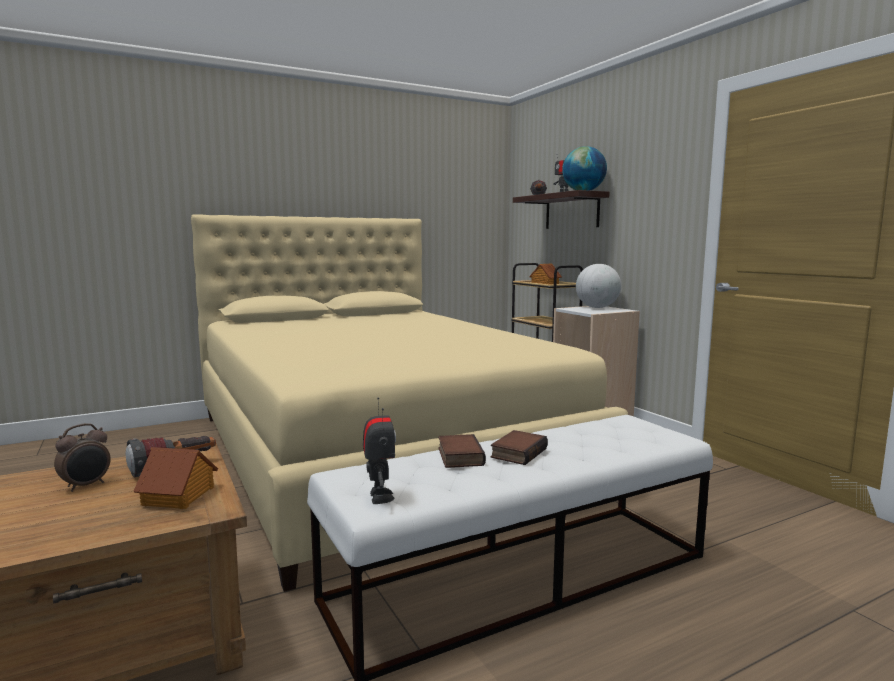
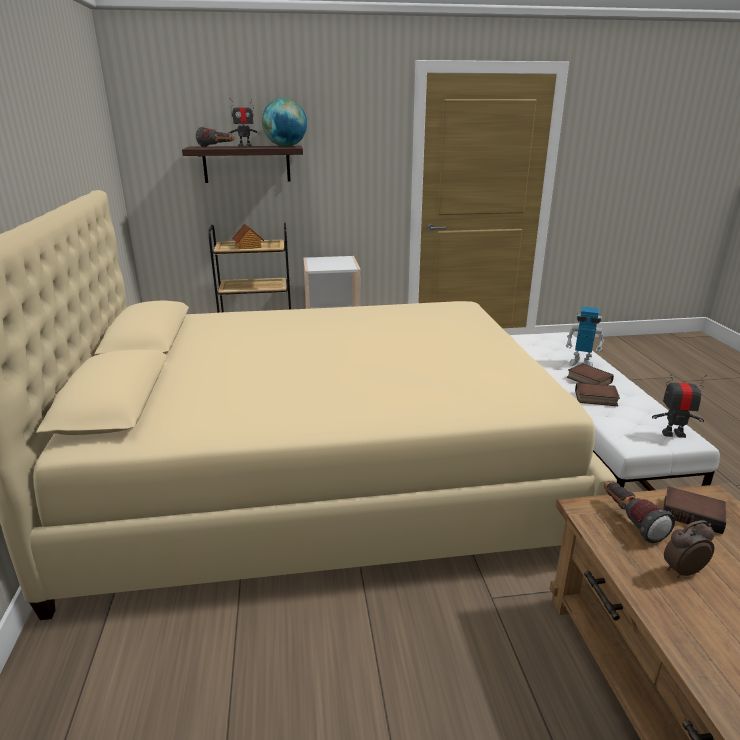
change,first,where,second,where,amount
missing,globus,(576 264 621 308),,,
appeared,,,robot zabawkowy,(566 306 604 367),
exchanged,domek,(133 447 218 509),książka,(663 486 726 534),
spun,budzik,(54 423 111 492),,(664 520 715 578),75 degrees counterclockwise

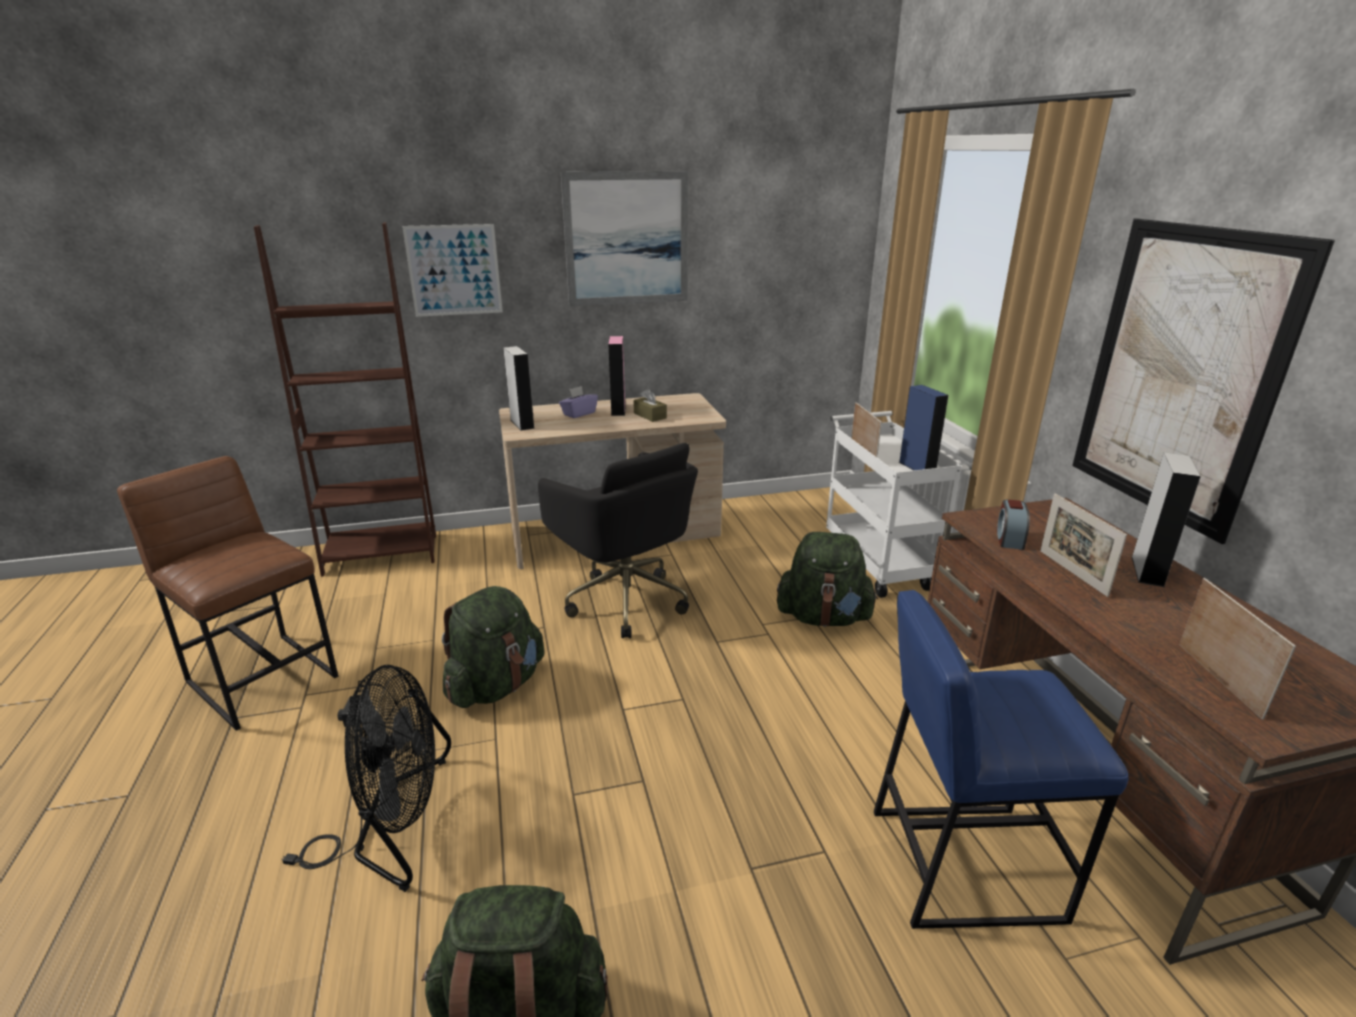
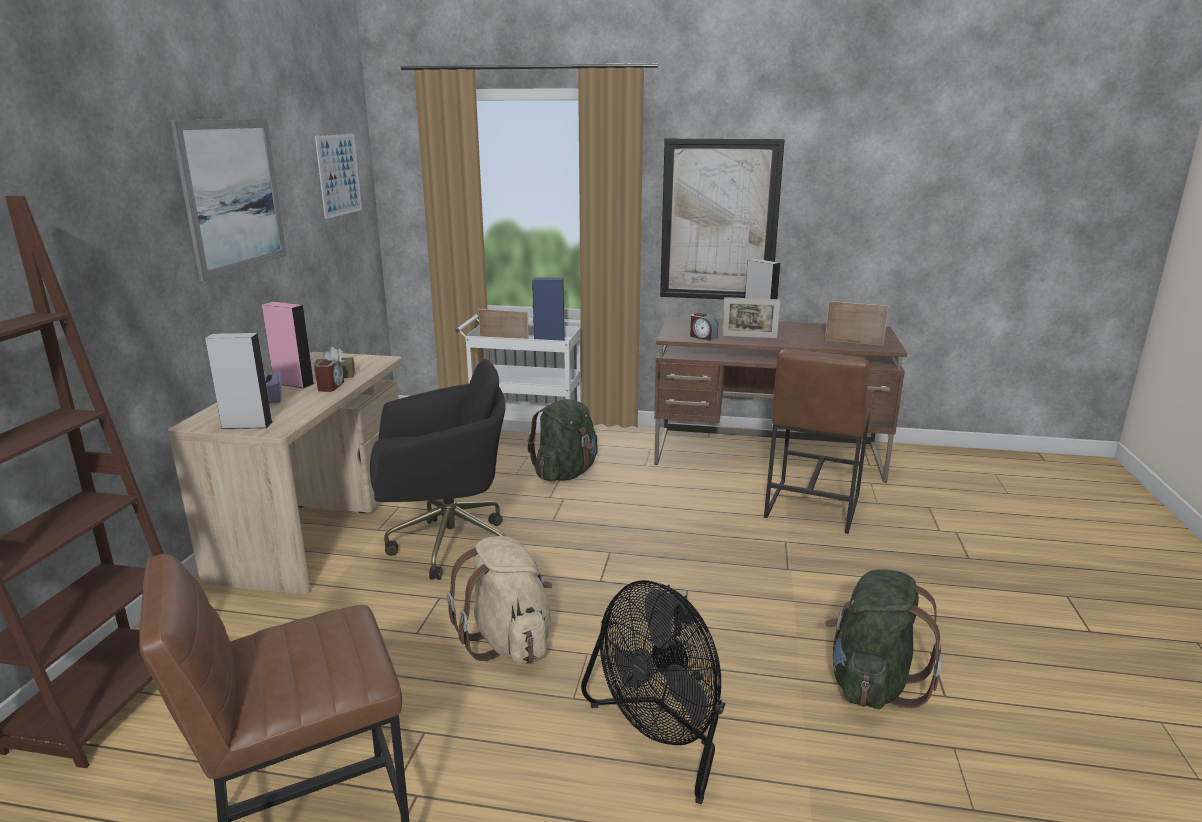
change,first,where,second,where,amount
appeared,,,budzik,(315 360 344 392),
relocated,obraz,(402 224 503 317),,(315 134 362 219),
colour,plecak [zielony],(442 586 544 708),plecak [beżowy],(447 536 552 664),
colour,krzesło [niebieski],(874 590 1128 929),krzesło [brązowy],(764 349 874 534),
spun,wentylator [czarny],(281 665 451 892),,(581 580 725 804),150 degrees counterclockwise

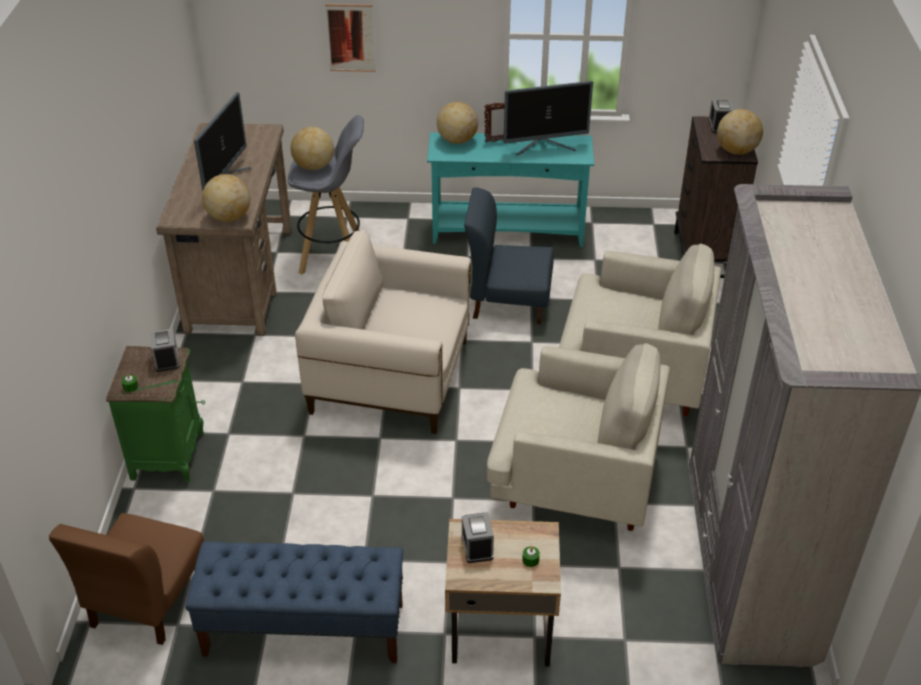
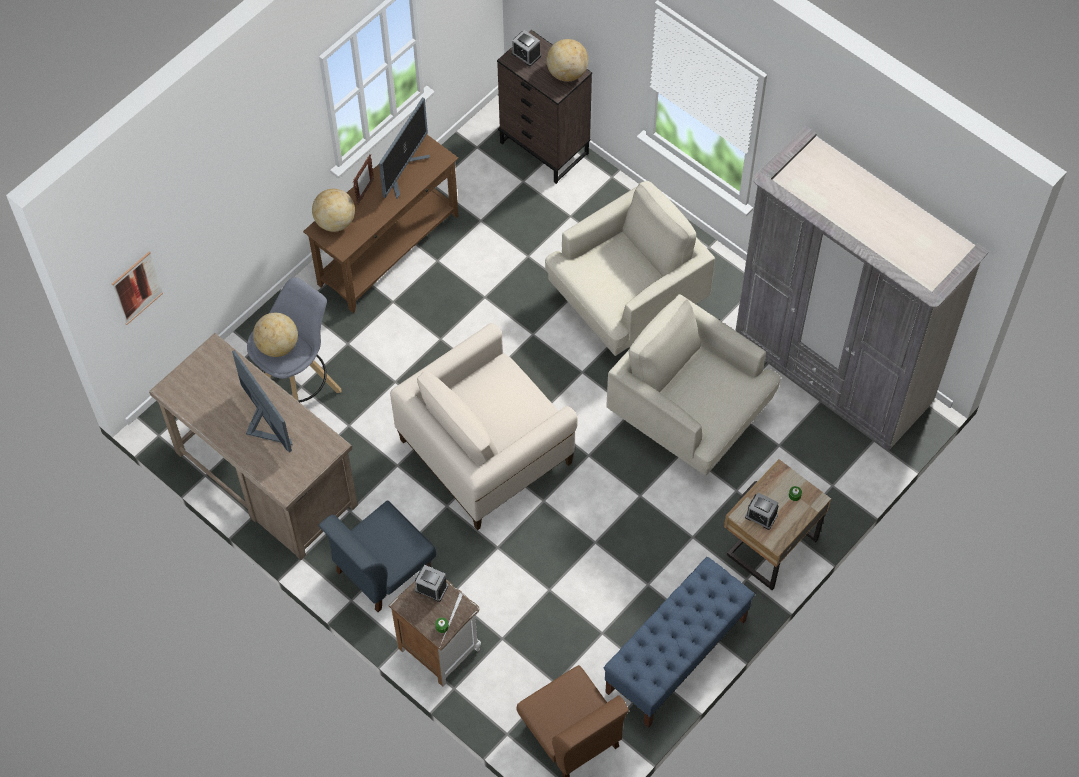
change,first,where,second,where,amount
missing,globus,(202 174 250 222),,,
relocated,obraz,(325 4 376 72),,(112 251 163 325),
relocated,krzesło [niebieski],(464 187 554 324),,(319 501 436 612),
colour,szafka nocna [zielony],(106 346 205 482),szafka nocna [biały],(388 567 481 687),
colour,stolik konsolowy [turkusowy],(427 132 594 247),stolik konsolowy [brązowy],(303 135 459 313),
spun,fotel [beżowy],(487 343 670 531),,(606 294 781 476),105 degrees counterclockwise

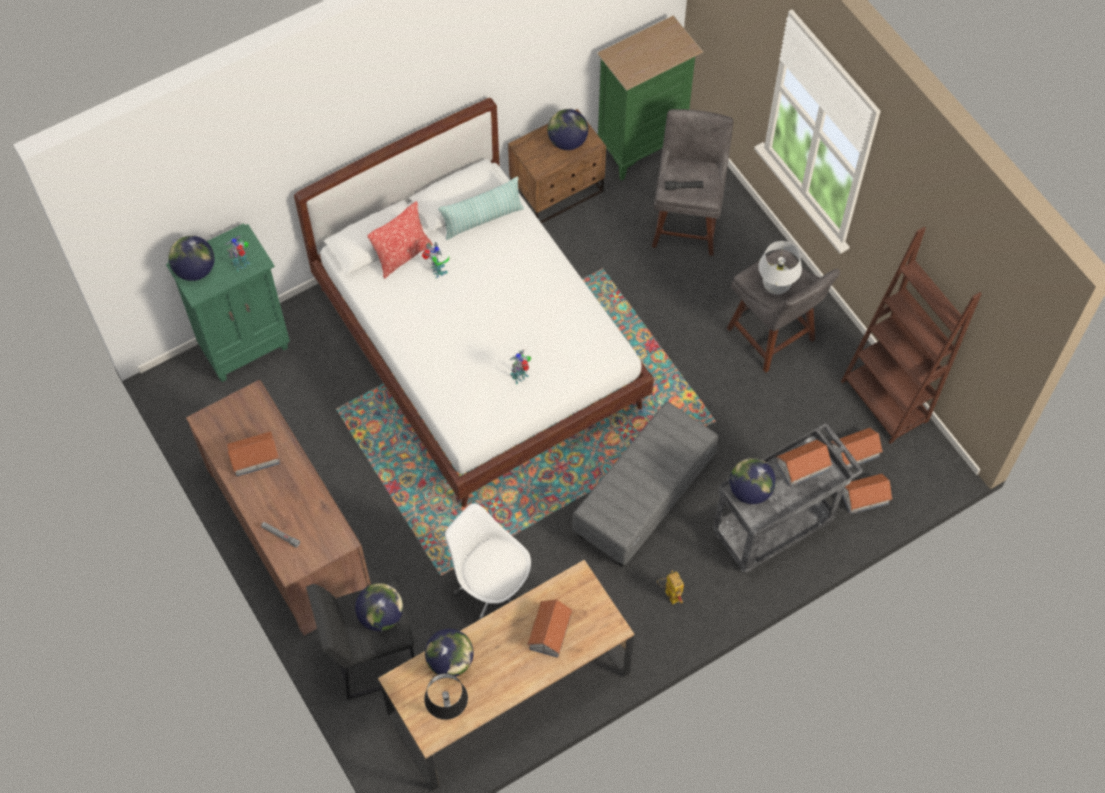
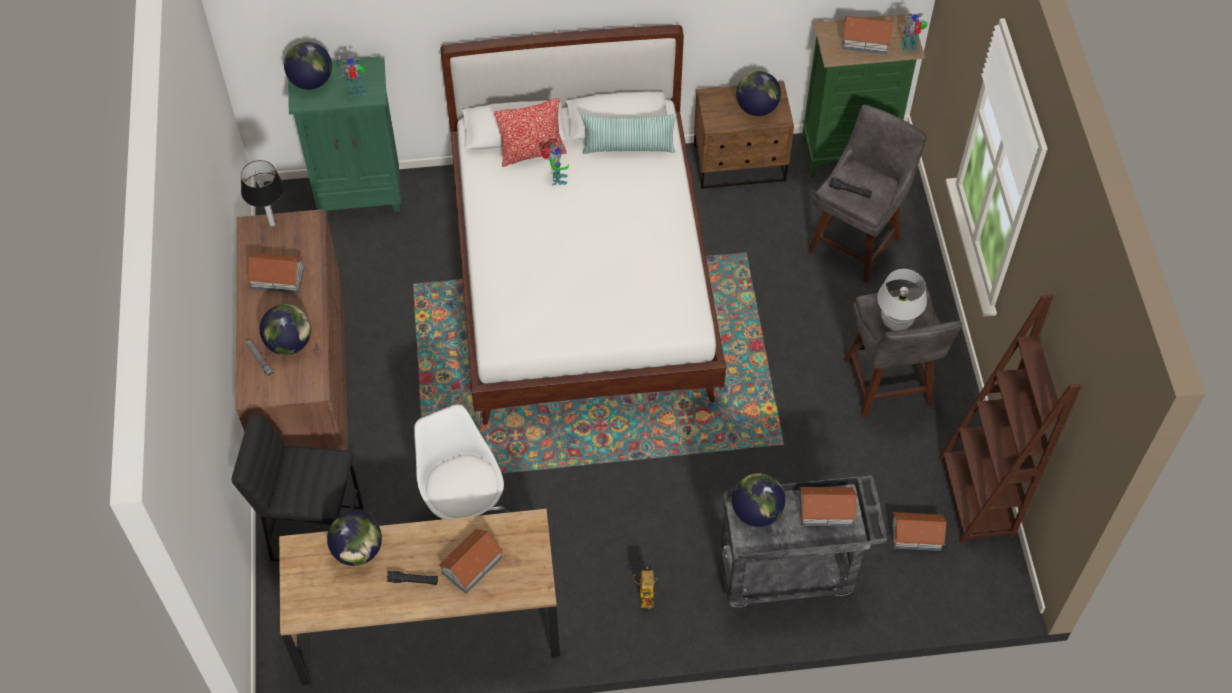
change,first,where,second,where,amount
missing,pufa [szary],(573 402 718 567),,,
appeared,,,latarka [czarny],(387 571 438 585),
relocated,globus,(355 583 403 631),,(259 304 311 355),
relocated,lampa stołowa,(424 673 468 720),,(241 160 284 227),
relocated,robot zabawkowy,(509 350 532 384),,(900 13 928 53),
relocated,domek,(842 474 893 514),,(842 16 893 54),

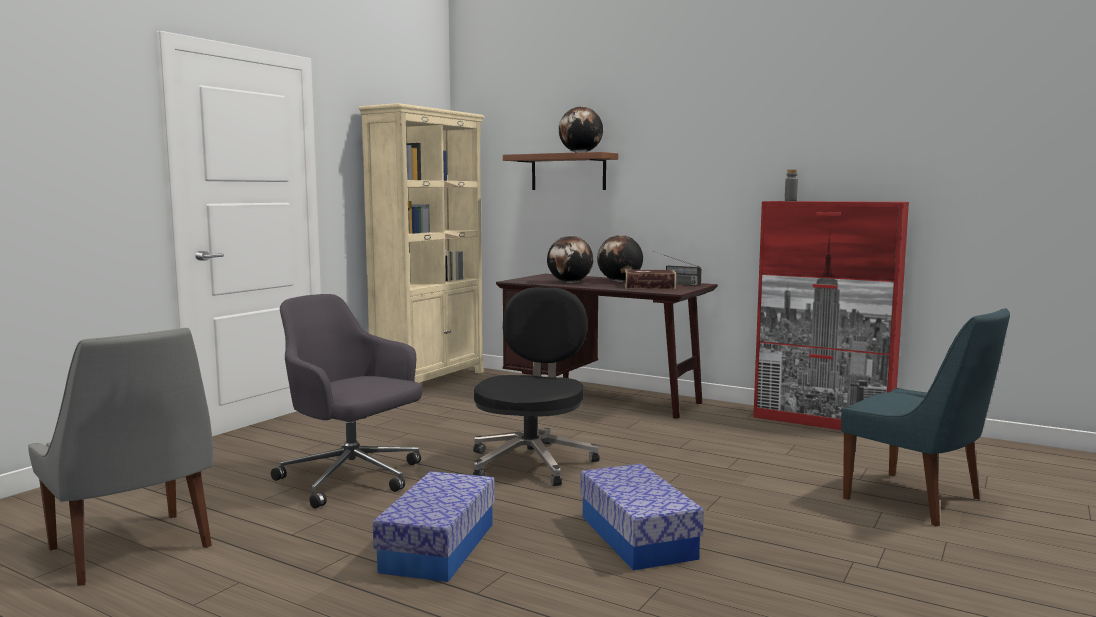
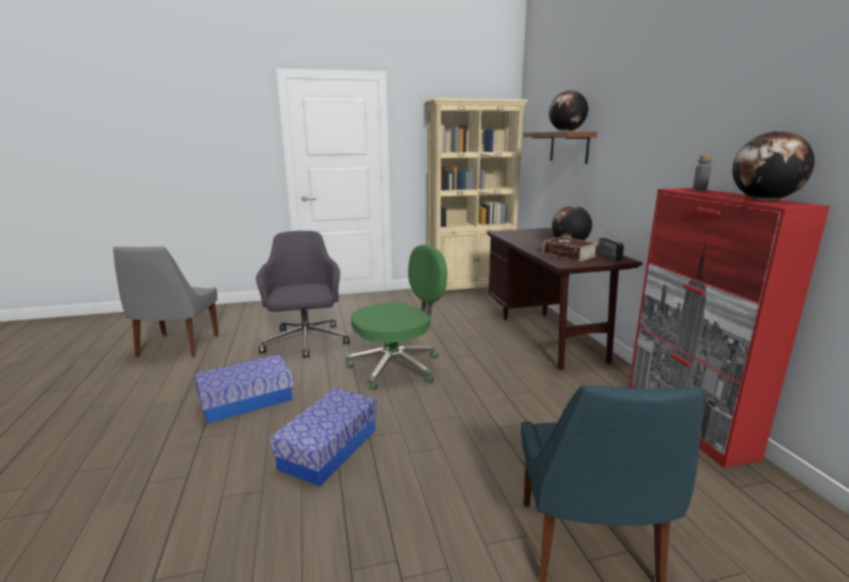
change,first,where,second,where,amount
relocated,globus,(547 236 593 283),,(732 131 815 200),
colour,krzesło biurowe [czarny],(473 287 600 486),krzesło biurowe [zielony],(346 245 447 390),

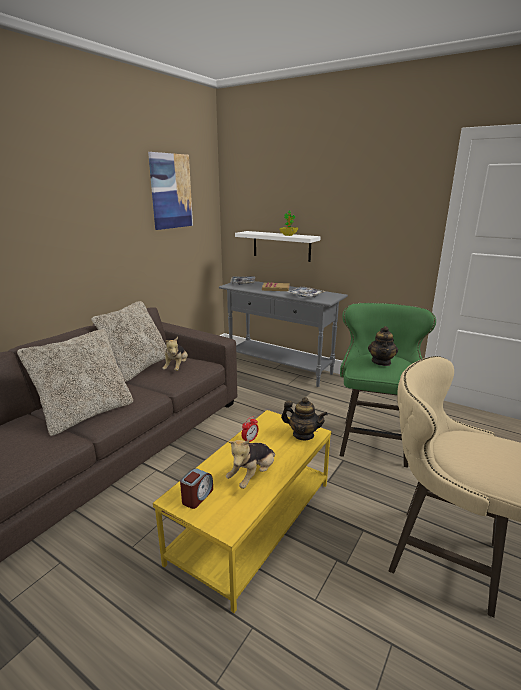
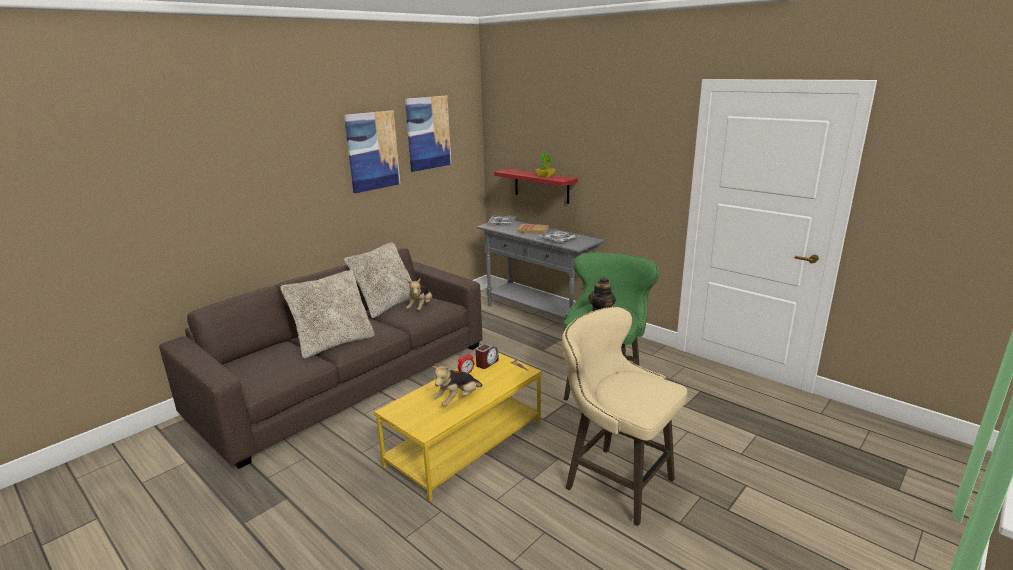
change,first,where,second,where,amount
missing,imbryk,(281 397 328 440),,,
appeared,,,obraz,(344 110 400 193),
relocated,budzik,(180 468 213 509),,(476 344 499 369),
colour,półka [biały],(235 231 321 262),półka [czerwony],(494 169 578 204),

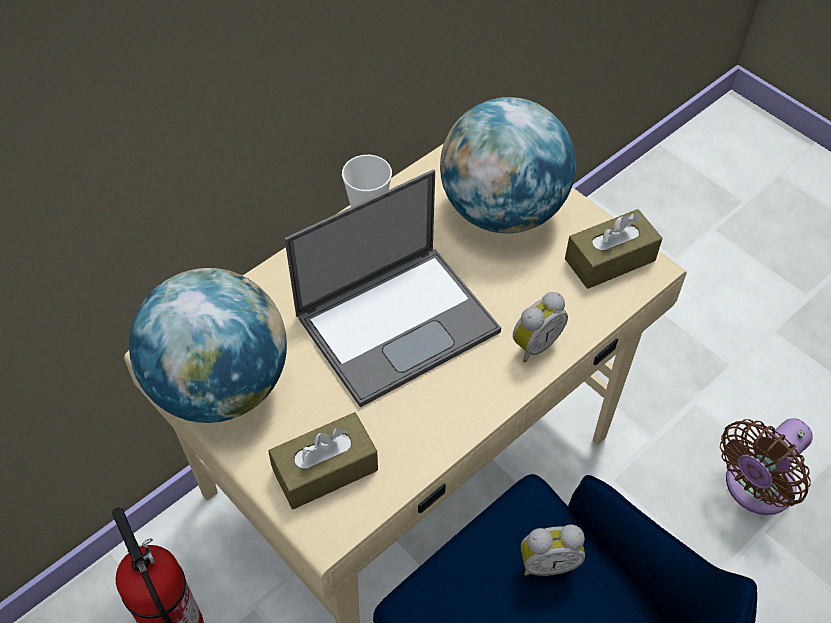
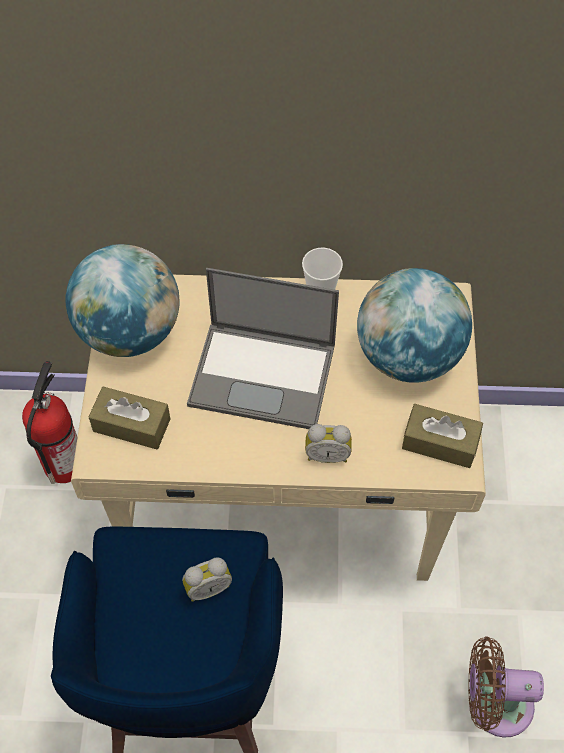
change,first,where,second,where,amount
spun,budzik,(521 524 585 576),,(182 557 232 602),60 degrees counterclockwise

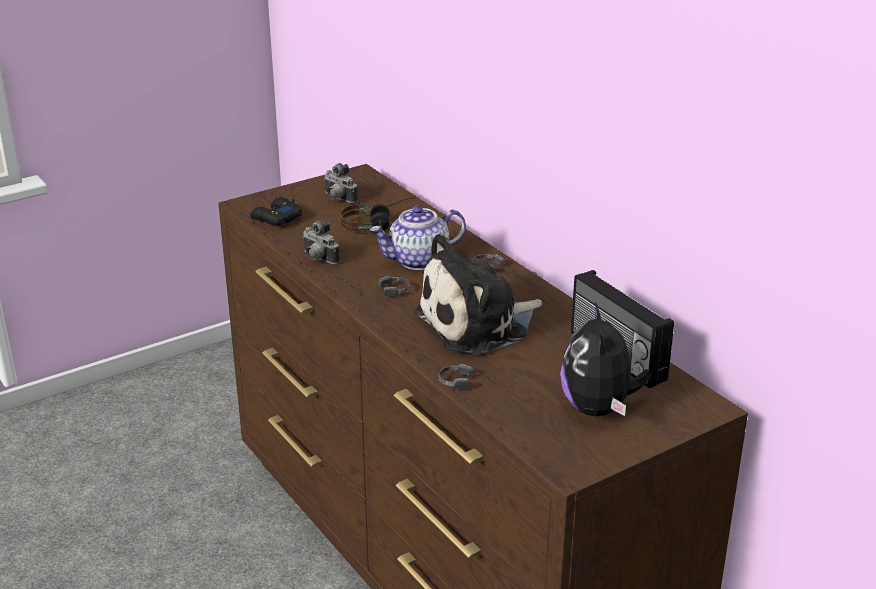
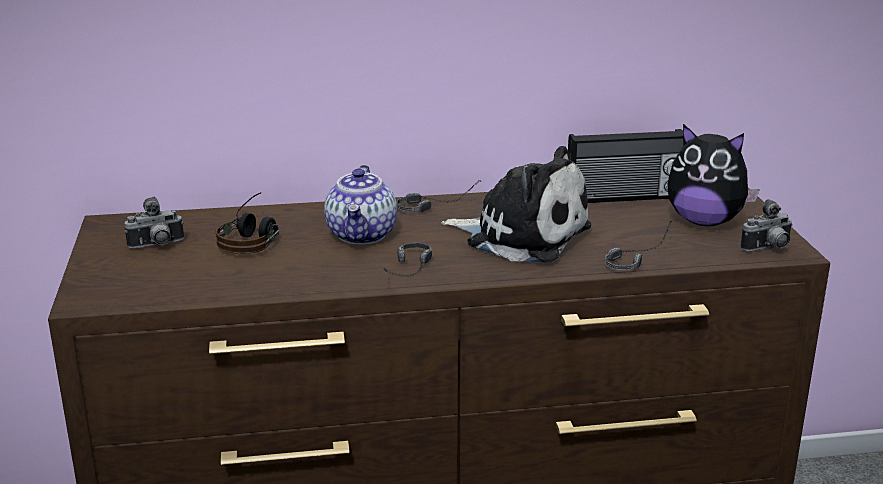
change,first,where,second,where,amount
missing,pad do gier [czarny],(250 197 302 226),,,
relocated,aparat fotograficzny,(303 220 340 264),,(740 199 793 252),
spun,pluszak,(414 233 542 354),,(441 146 591 263),60 degrees counterclockwise

